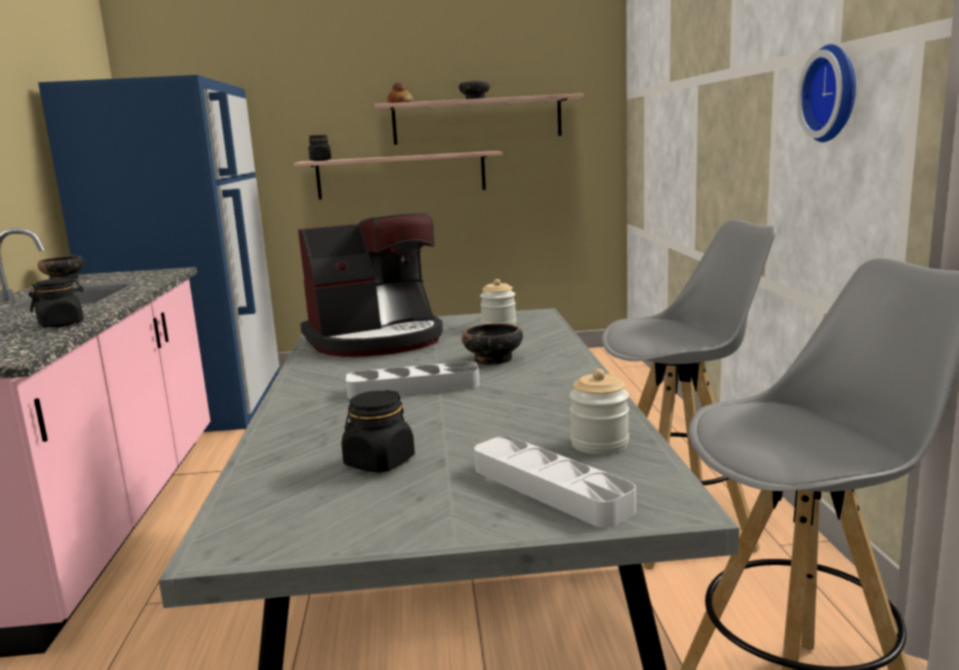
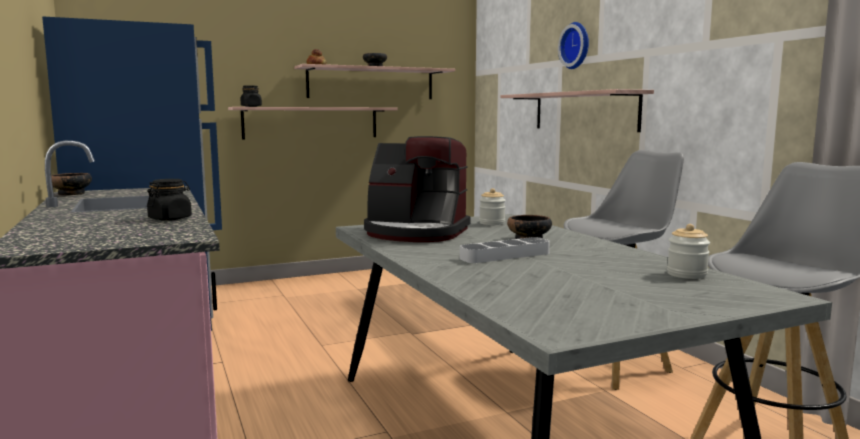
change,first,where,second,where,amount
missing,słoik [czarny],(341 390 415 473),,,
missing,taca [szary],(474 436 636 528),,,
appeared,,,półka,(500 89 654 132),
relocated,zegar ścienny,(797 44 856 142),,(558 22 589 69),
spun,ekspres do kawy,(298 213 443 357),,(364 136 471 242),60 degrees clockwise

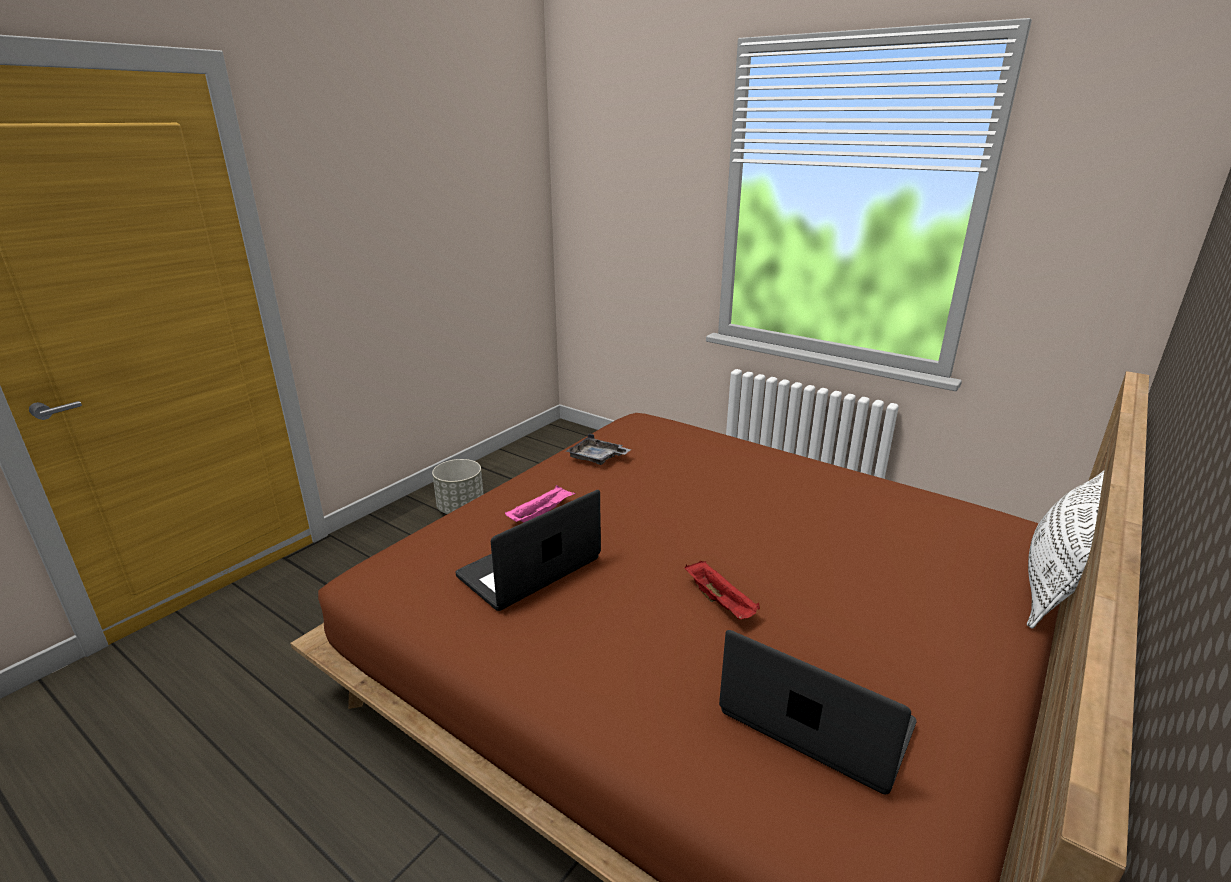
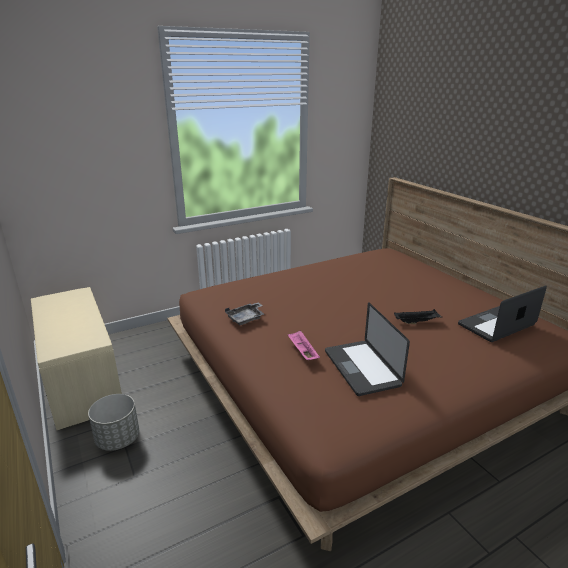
change,first,where,second,where,amount
missing,poduszka [biały],(1027 470 1104 629),,,
appeared,,,ławka [beżowy],(31 287 122 430),
colour,taca [czerwony],(685 561 760 620),taca [czarny],(394 309 442 324),

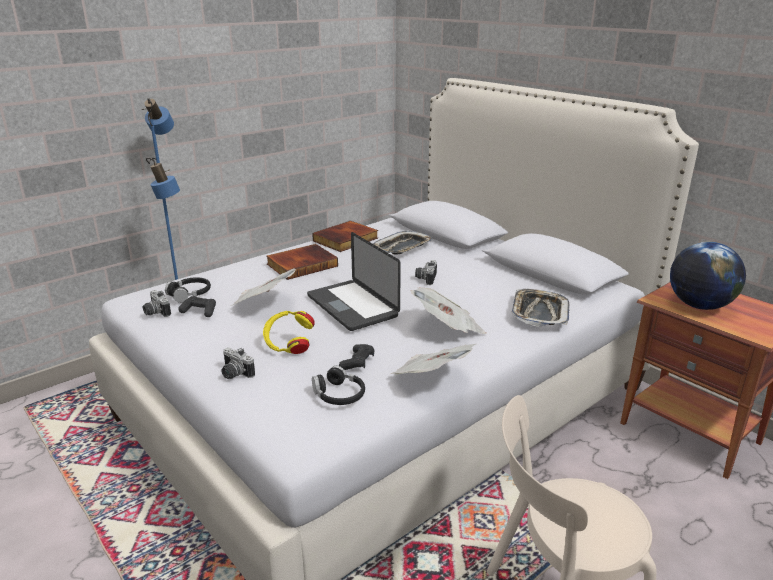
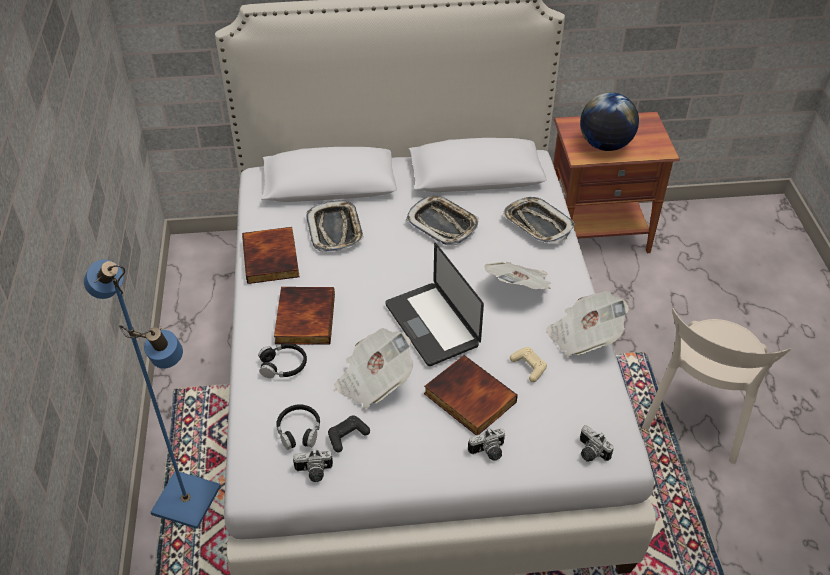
change,first,where,second,where,amount
appeared,,,taca,(406 196 479 246),
relocated,słuchawki [czarny],(312 366 365 405),,(258 343 307 378),
relocated,aparat fotograficzny,(415 260 437 285),,(580 425 614 462),
exchanged,słuchawki [żółty],(263 311 315 354),książka,(424 355 518 435),
colour,pad do gier [czarny],(339 344 374 370),pad do gier [beżowy],(510 347 547 382),
spun,laptop,(307 232 401 331),,(385 243 484 366),60 degrees clockwise

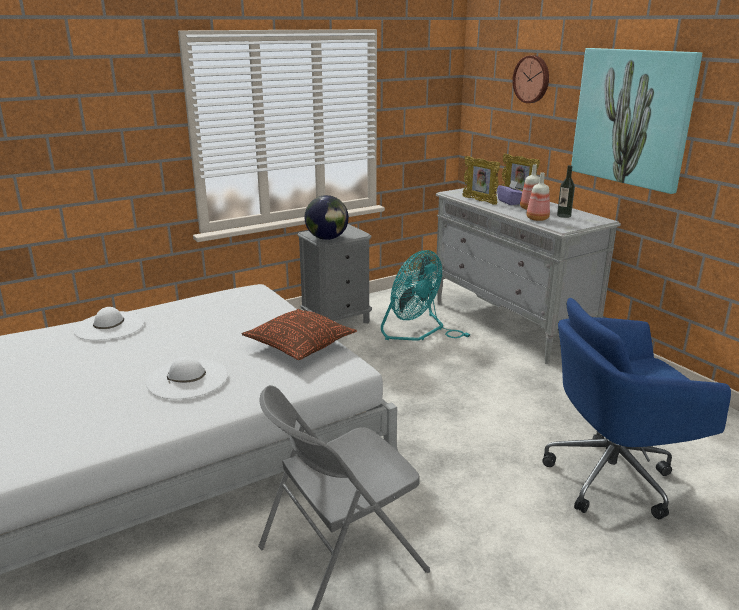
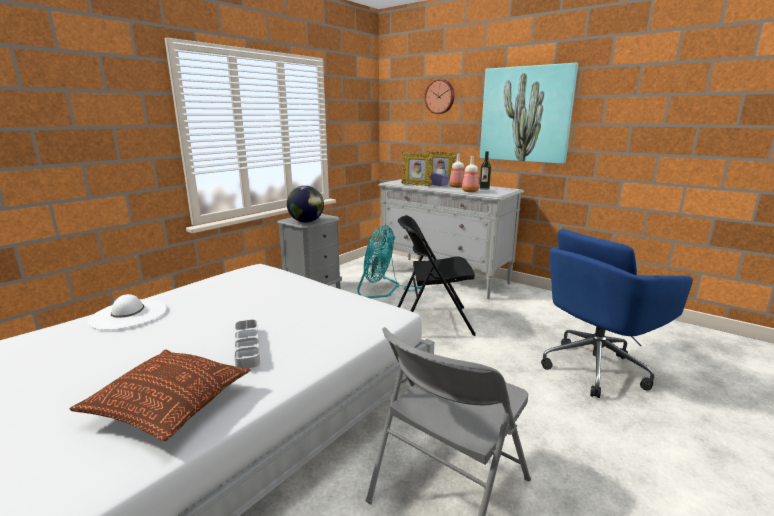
change,first,where,second,where,amount
appeared,,,krzesło [czarny],(397 216 476 336),
relocated,poduszka [brązowy],(242 309 357 360),,(70 350 251 442),
exchanged,kapelusz [biały],(146 357 228 399),taca [szary],(234 320 260 368),

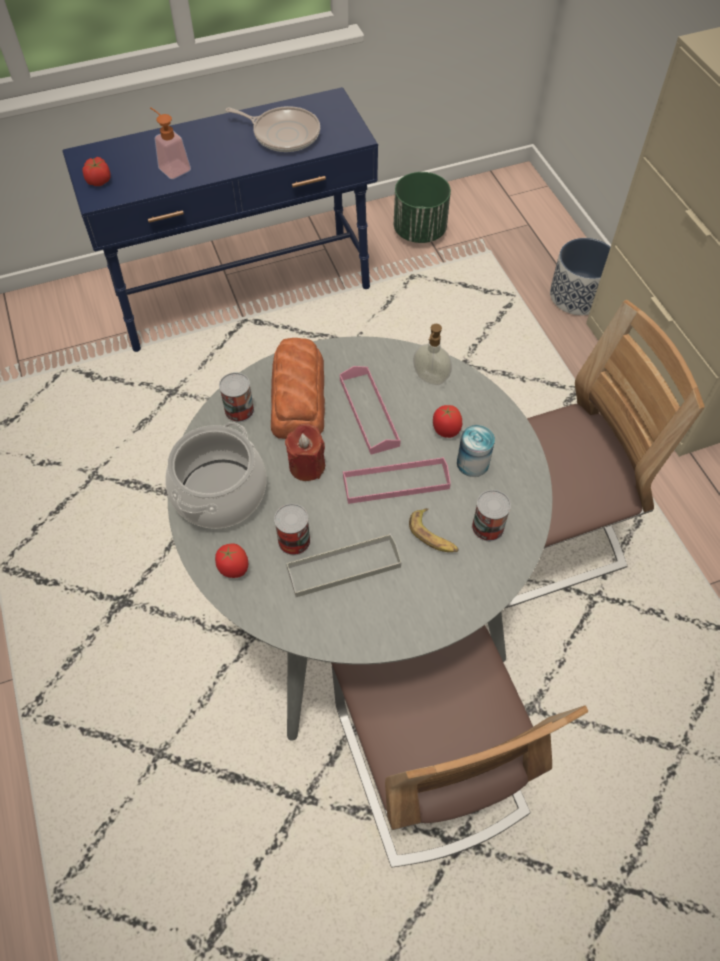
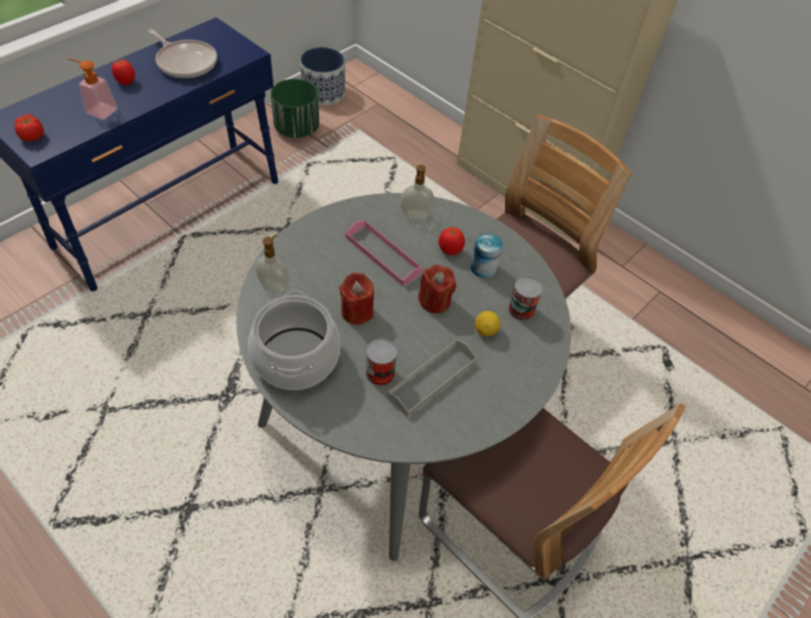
change,first,where,second,where,amount
missing,chleb,(271 338 325 439),,,
relocated,pomidor,(215 544 248 578),,(112 60 135 85),
relocated,donica,(550 238 610 315),,(300 47 345 106),
exchanged,puszka,(219 372 254 422),dozownik mydła,(255 234 289 294),
exchanged,taca [różowy],(343 457 451 504),świeca [czerwony],(418 265 456 313),
exchanged,banan,(409 508 458 552),cytryna,(475 311 500 336),
spun,patelnia,(225 106 320 152),,(148 29 217 78),45 degrees clockwise

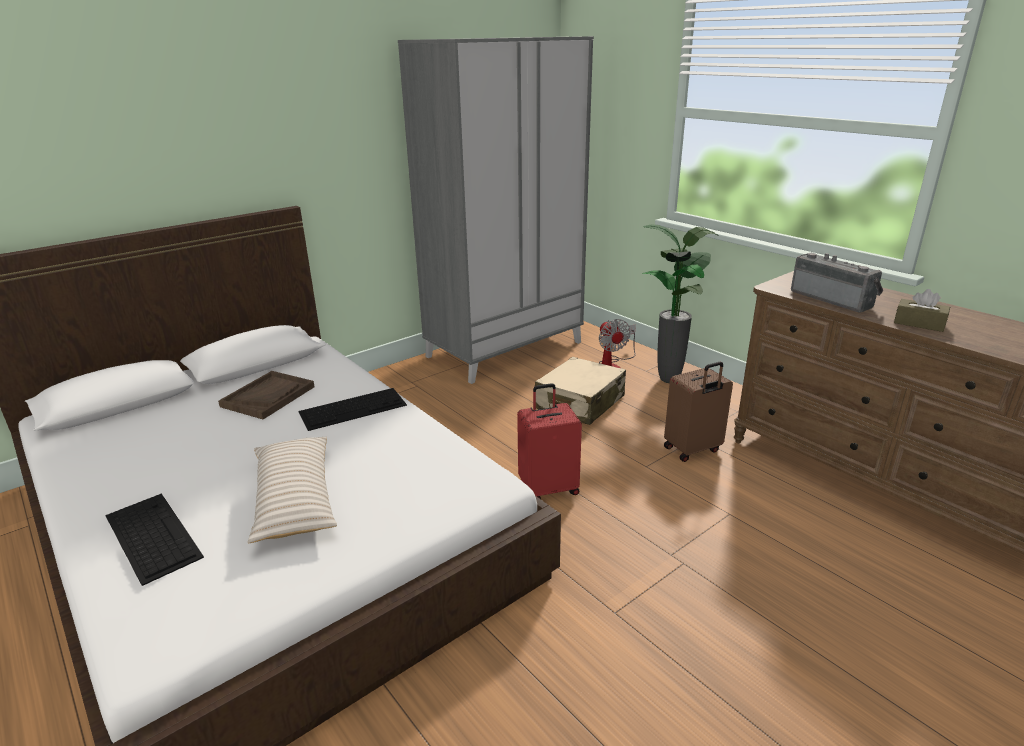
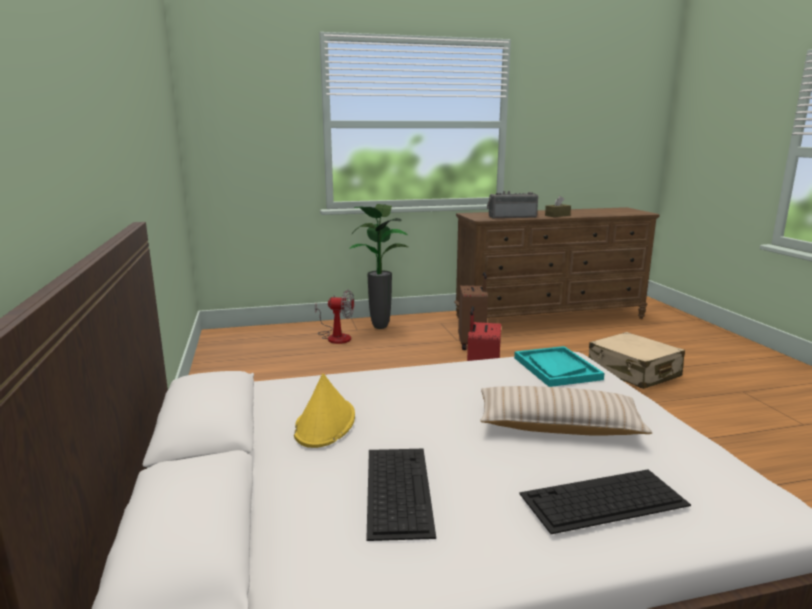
change,first,where,second,where,amount
missing,szafa [szary],(398 36 594 384),,,
appeared,,,taca [turkusowy],(514 346 604 387),
relocated,klawiatura,(298 388 407 431),,(366 449 436 541),
relocated,walizka [beżowy],(535 357 626 425),,(589 332 685 389),
exchanged,taca [brązowy],(218 371 314 419),kapelusz [żółty],(294 374 355 448),

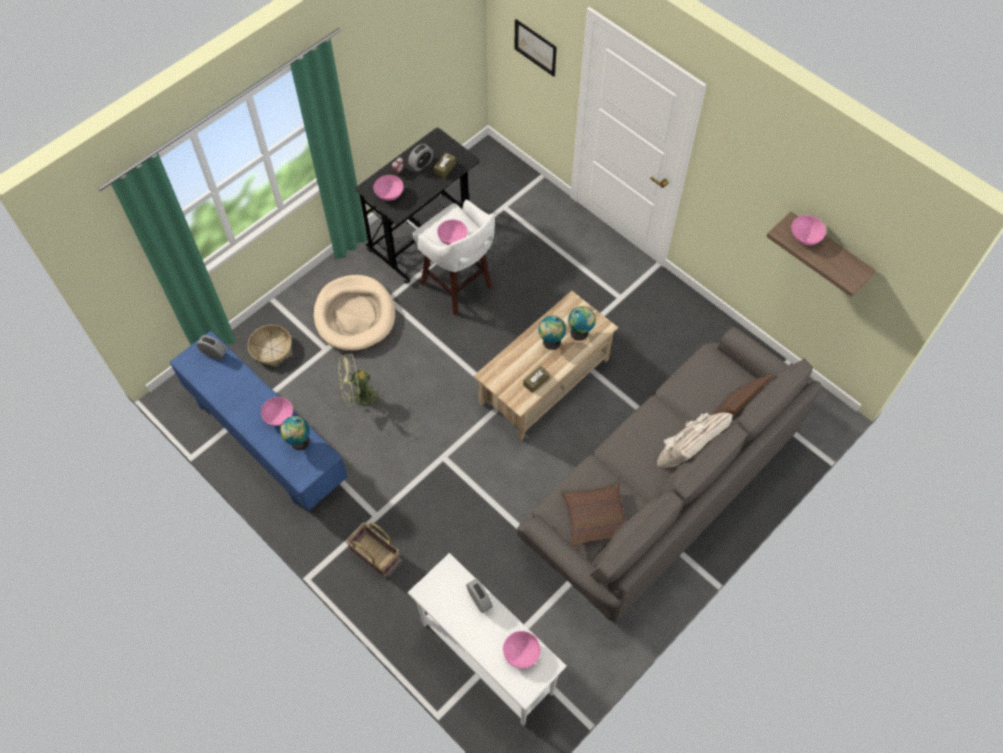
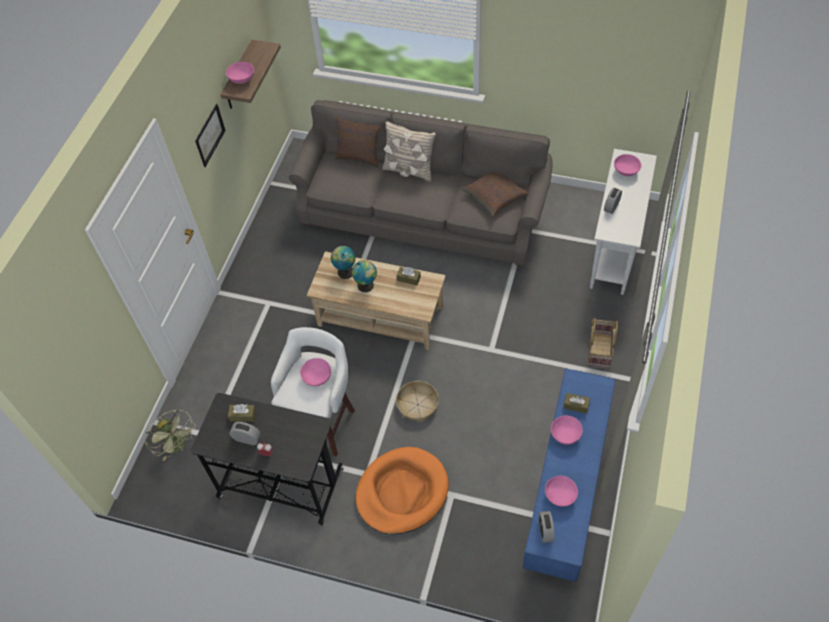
change,first,where,second,where,amount
relocated,koszyk,(248 325 292 366),,(396 381 439 422),
relocated,wentylator [zielony],(338 353 384 413),,(145 409 196 461),
relocated,miska [różowy],(373 175 403 201),,(545 476 578 507),
relocated,obraz,(514 19 557 77),,(195 104 226 167),
exchanged,globus,(280 416 310 450),pudełko chusteczek [brązowy],(563 393 590 414),
colour,legowisko [beżowy],(314 275 395 351),legowisko [pomarańczowy],(355 447 449 534),

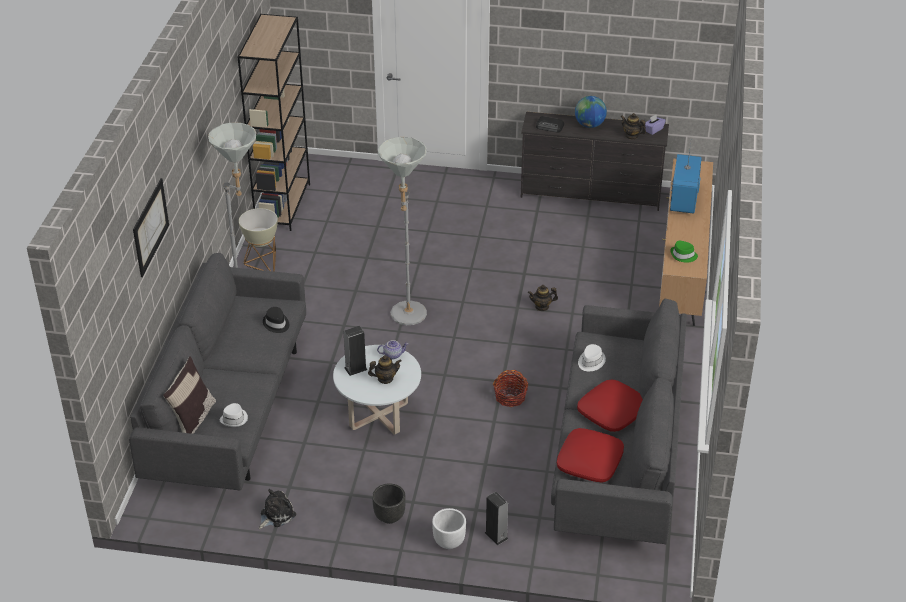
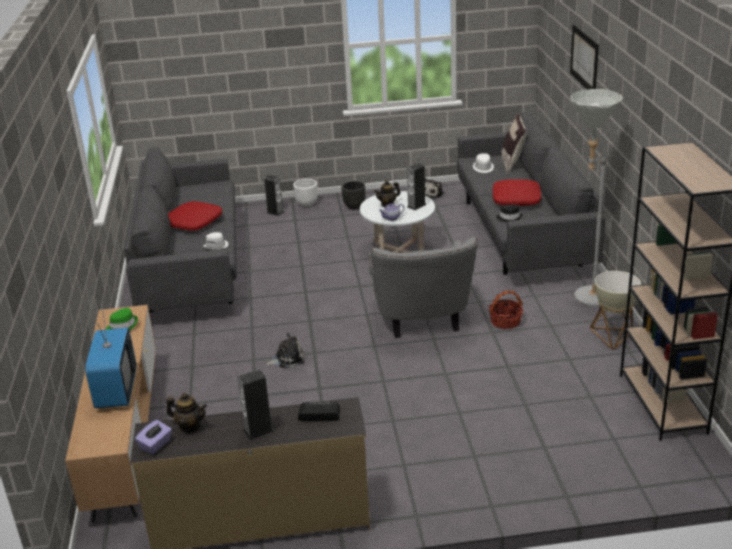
change,first,where,second,where,amount
relocated,koszyk,(493 370 529 407),,(489 290 523 329),
relocated,poduszka [czerwony],(557 428 624 483),,(493 179 541 206),
exchanged,lampa stojąca [szary],(378 137 427 325),fotel [szary],(368 237 478 338),
exchanged,imbryk,(528 285 558 311),pluszak,(266 333 305 368),
exchanged,globus,(575 96 607 128),głośnik,(237 369 274 440),

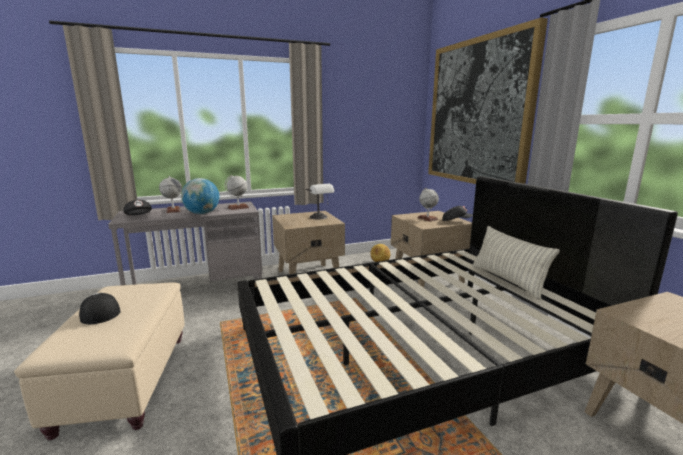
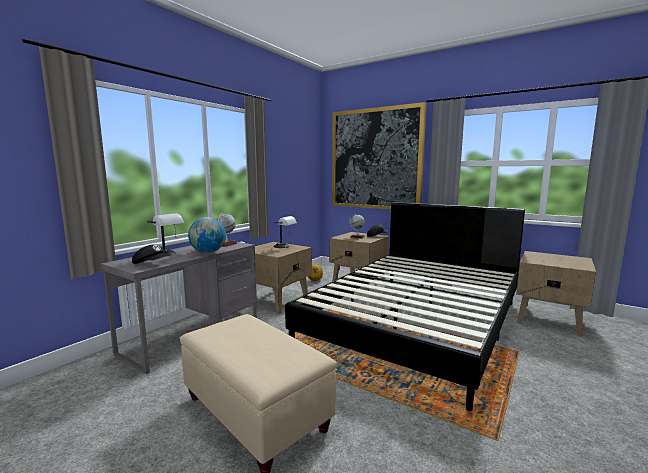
change,first,where,second,where,amount
missing,czapka z daszkiem,(79 293 121 324),,,
missing,poduszka,(472 226 560 300),,,
exchanged,globus,(159 176 182 213),lampa stołowa,(147 213 184 256),

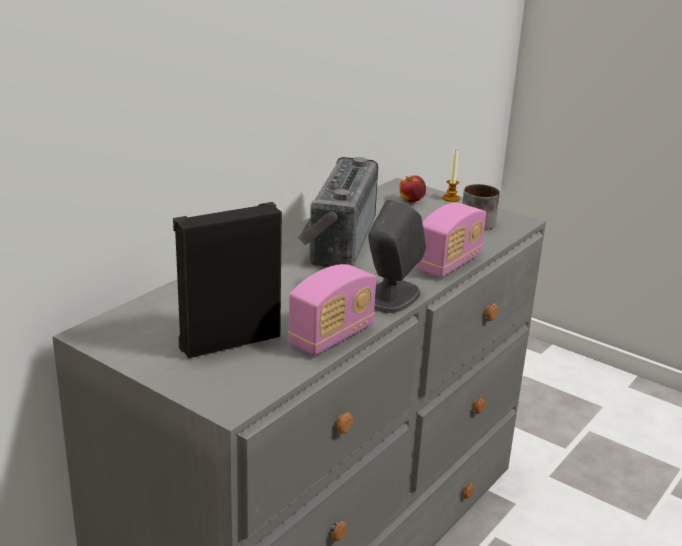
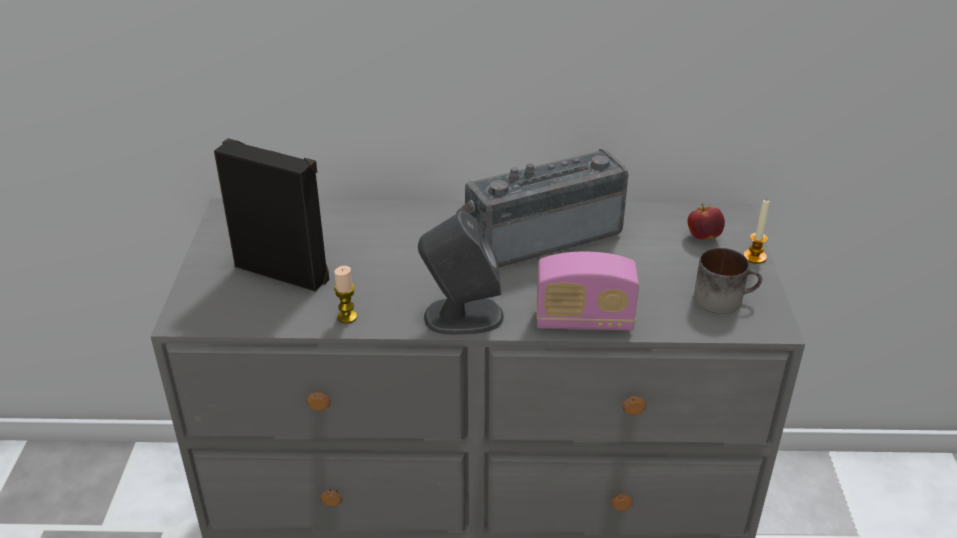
change,first,where,second,where,amount
exchanged,radio,(288 264 376 355),świeca,(334 266 357 324),

